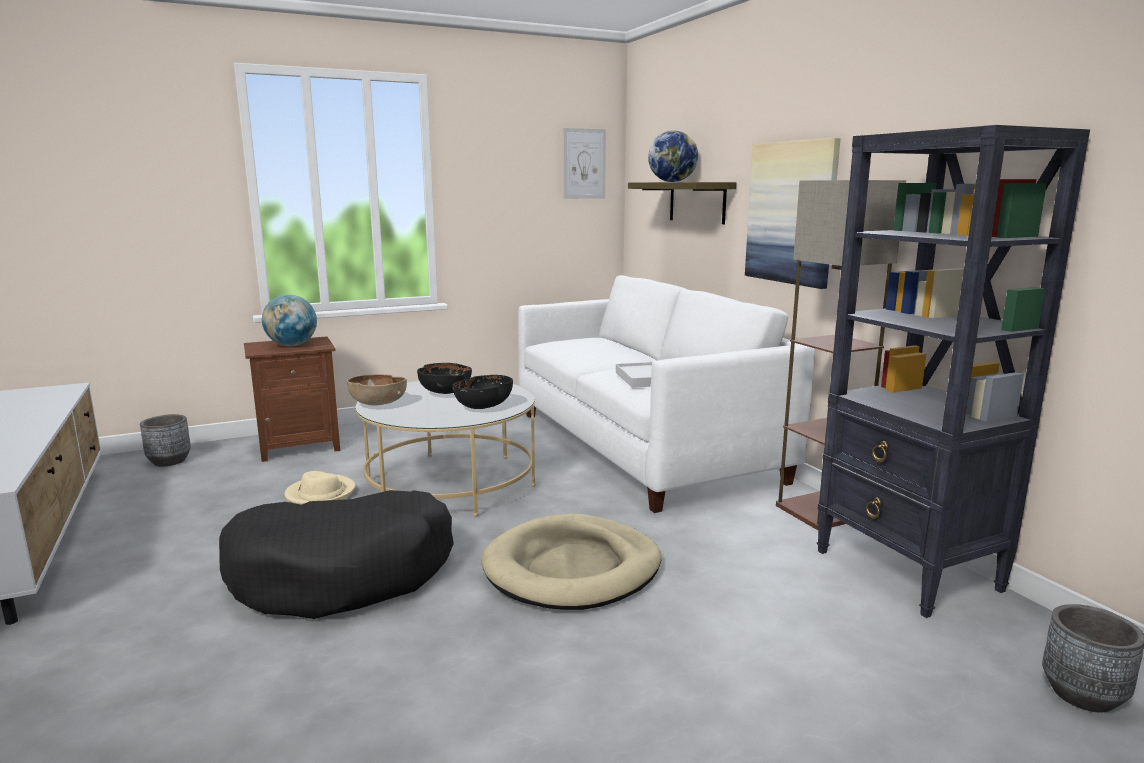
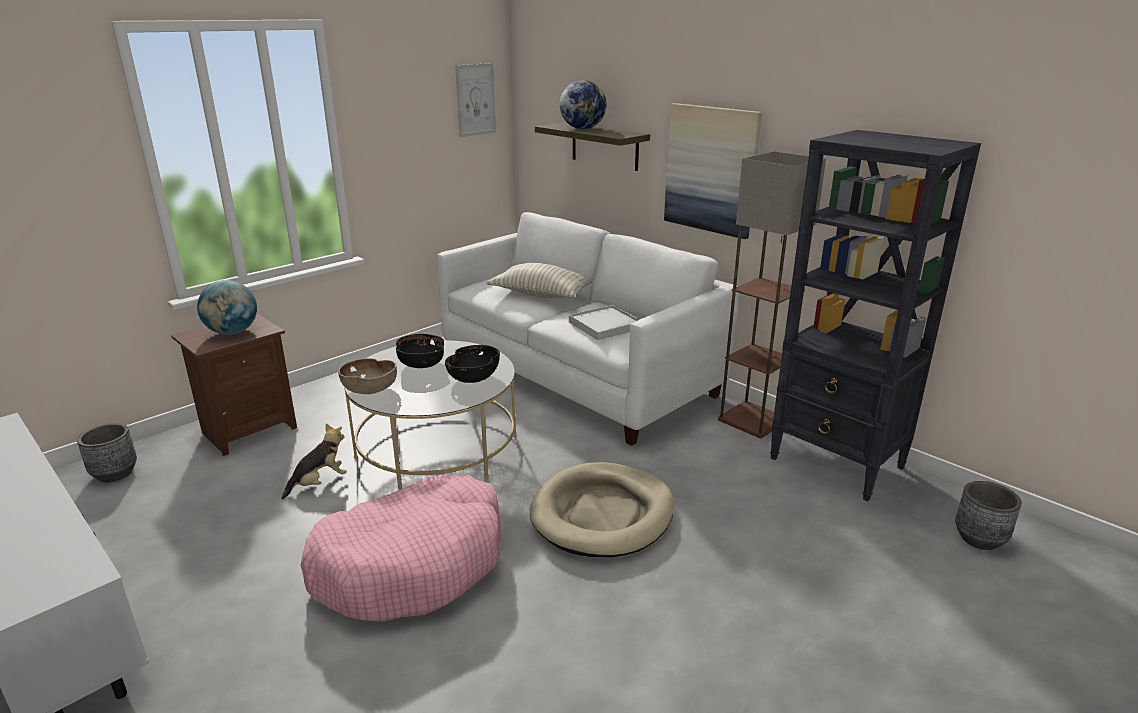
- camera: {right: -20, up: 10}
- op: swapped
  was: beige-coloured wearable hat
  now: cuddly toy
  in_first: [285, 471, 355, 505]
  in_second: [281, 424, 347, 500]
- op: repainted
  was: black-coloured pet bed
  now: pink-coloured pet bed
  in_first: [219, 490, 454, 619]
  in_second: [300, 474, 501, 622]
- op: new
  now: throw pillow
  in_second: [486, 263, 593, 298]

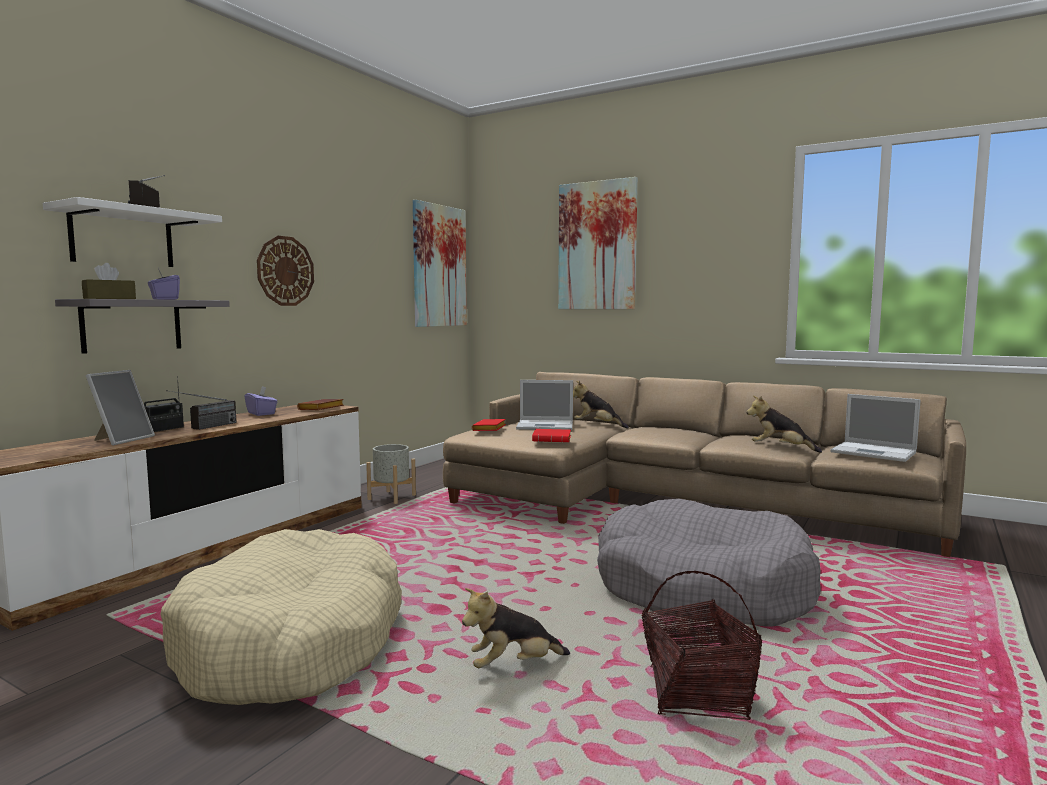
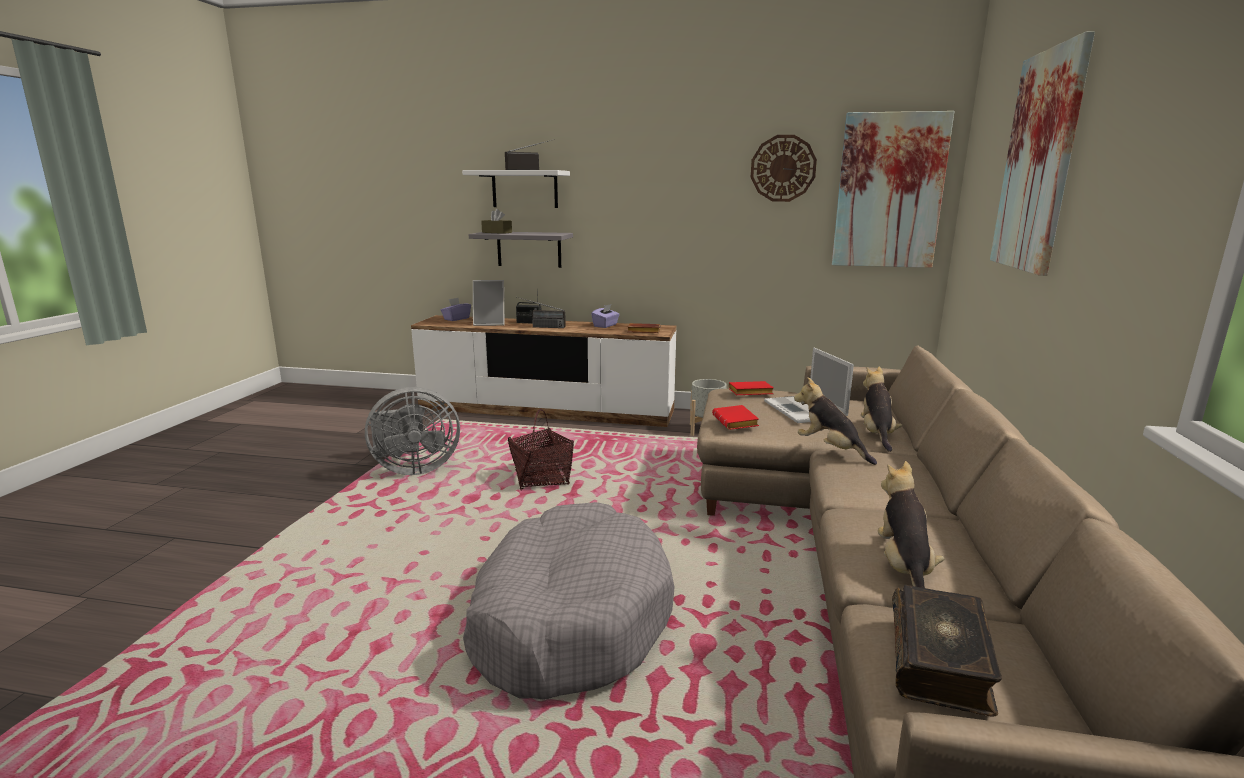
- camera: {right: 70, up: 10}
- op: swapped
  was: beige-coloured pet bed
  now: grey fan
  in_first: [160, 529, 402, 705]
  in_second: [365, 387, 460, 475]
- op: shifted
  was: purple tissue box
  in_first: [148, 268, 180, 300]
  in_second: [441, 298, 471, 321]
- op: shifted
  was: basket
  in_first: [642, 571, 762, 720]
  in_second: [508, 409, 574, 491]
- op: shifted
  was: clock on the wall
  in_first: [257, 236, 314, 306]
  in_second: [751, 135, 817, 202]
- op: shifted
  was: cuddly toy
  in_first: [462, 588, 570, 668]
  in_second: [794, 377, 877, 465]
- op: swapped
  was: portable computer
  now: bound book
  in_first: [831, 394, 921, 462]
  in_second: [892, 585, 1002, 717]

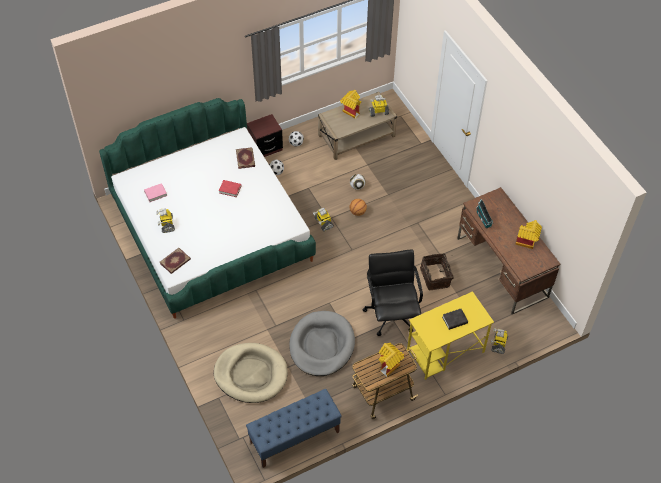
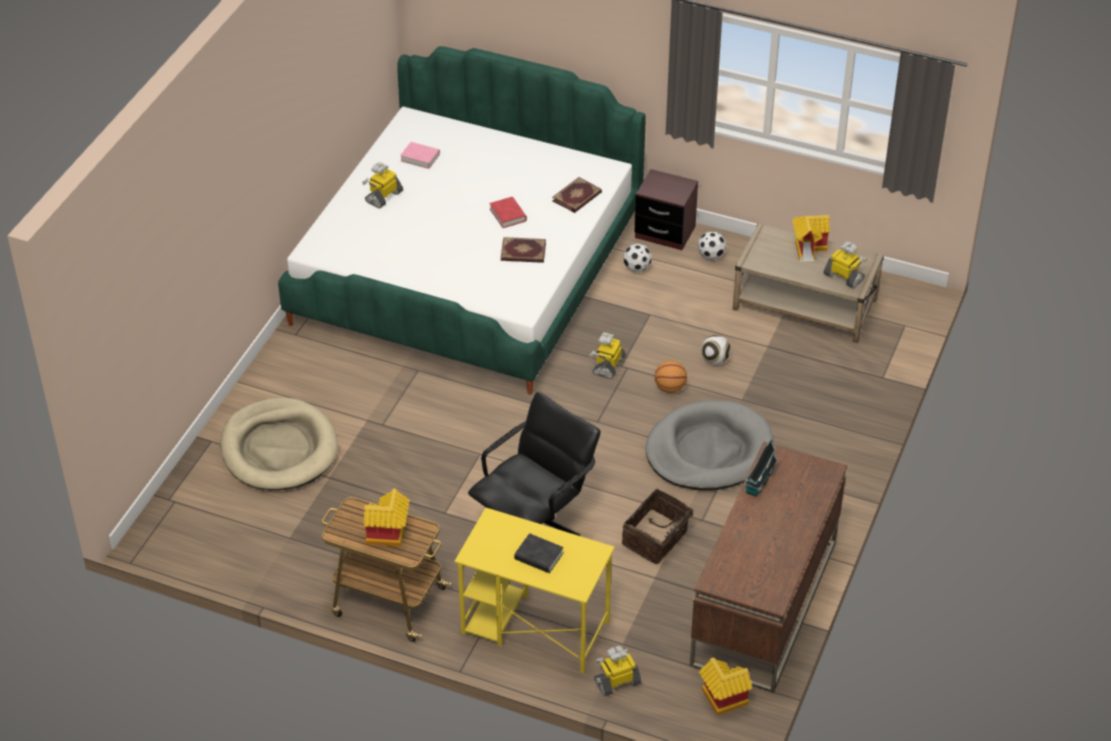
- camera: {right: 50, up: -10}
- op: shifted
  was: bound book
  in_first: [160, 248, 191, 274]
  in_second: [501, 237, 546, 263]
- op: shifted
  was: grey pet bed
  in_first: [289, 311, 355, 376]
  in_second: [646, 400, 774, 490]
- op: shifted
  was: model house
  in_first: [515, 220, 542, 249]
  in_second: [699, 658, 752, 715]
- op: gone
  was: blue long seat
  in_first: [246, 389, 342, 468]

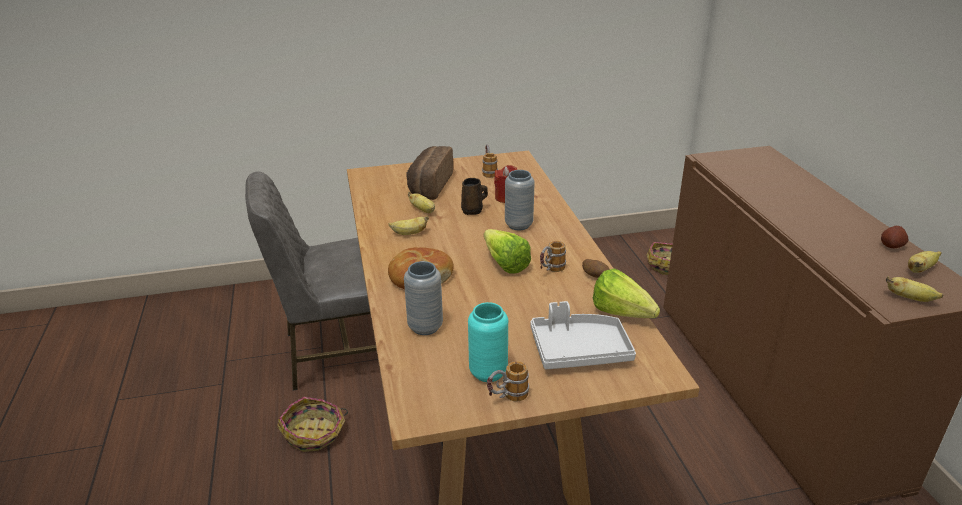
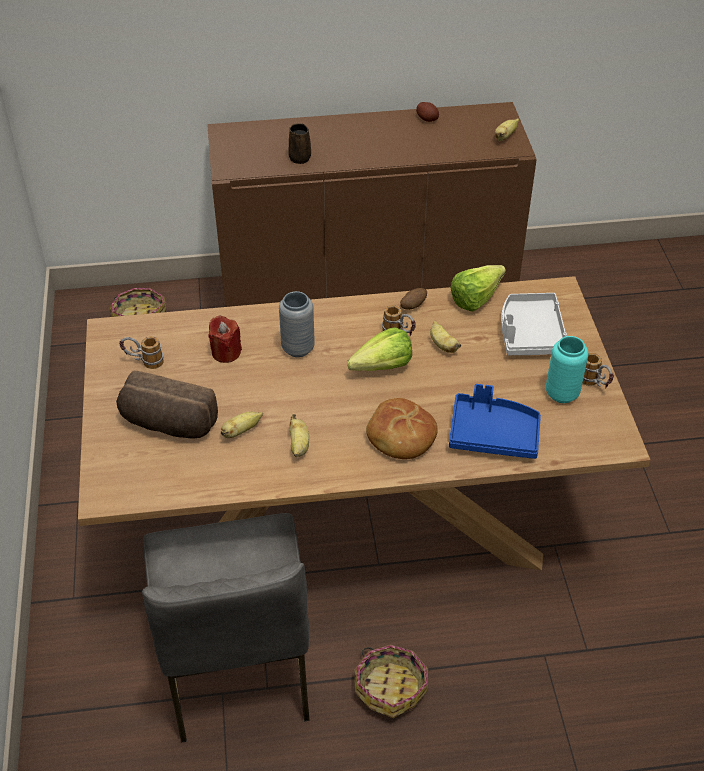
- camera: {right: -85, up: 15}
- op: shifted
  was: brown tea mug
  in_first: [461, 178, 488, 215]
  in_second: [288, 123, 311, 164]
- op: shifted
  was: banana fruit
  in_first: [908, 251, 942, 273]
  in_second: [430, 321, 461, 353]
- op: swapped
  was: grey vase
  now: blue serving tray
  in_first: [404, 261, 443, 335]
  in_second: [449, 384, 541, 459]

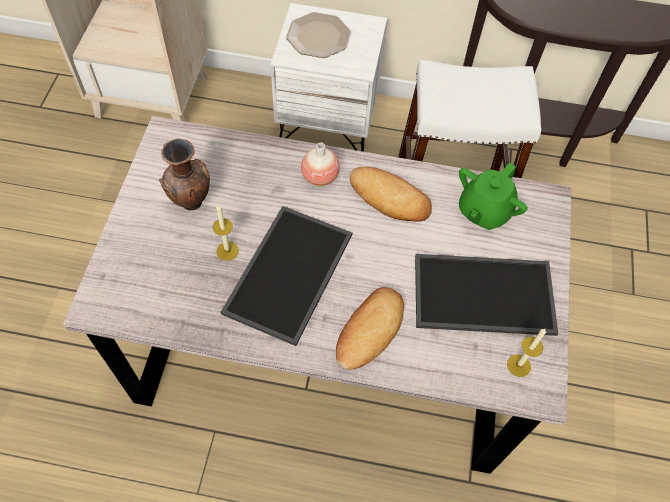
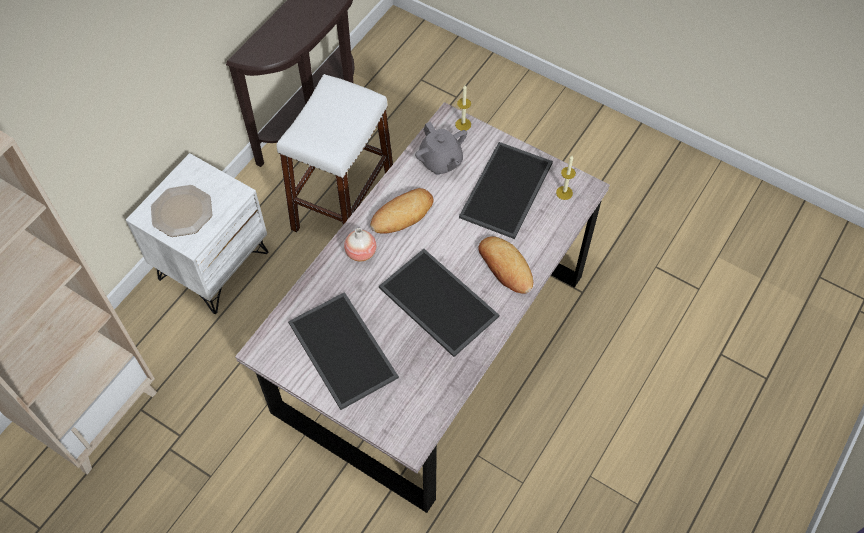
- camera: {right: -65, up: 0}
- op: swapped
  was: brown vase
  now: serving tray
  in_first: [159, 138, 210, 210]
  in_second: [288, 292, 399, 410]
- op: repainted
  was: green-coloured teapot
  now: grey teapot
  in_first: [459, 163, 528, 230]
  in_second: [415, 122, 467, 175]
- op: shifted
  was: wax candle
  in_first: [213, 205, 239, 261]
  in_second: [455, 86, 471, 131]

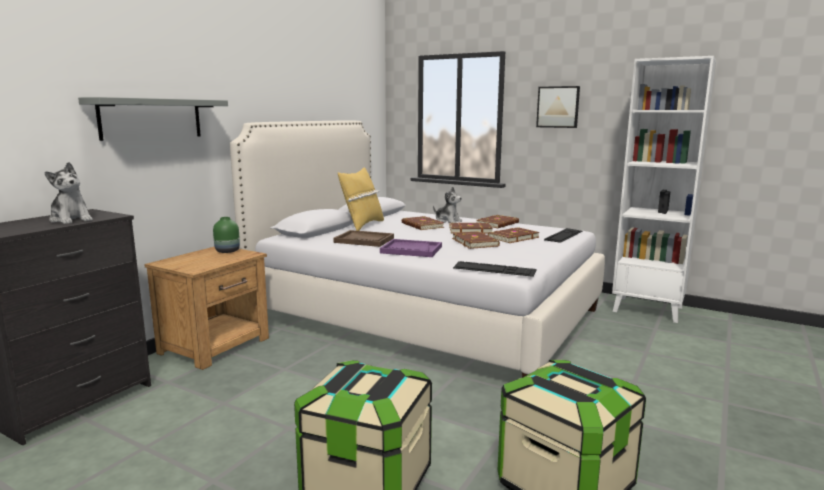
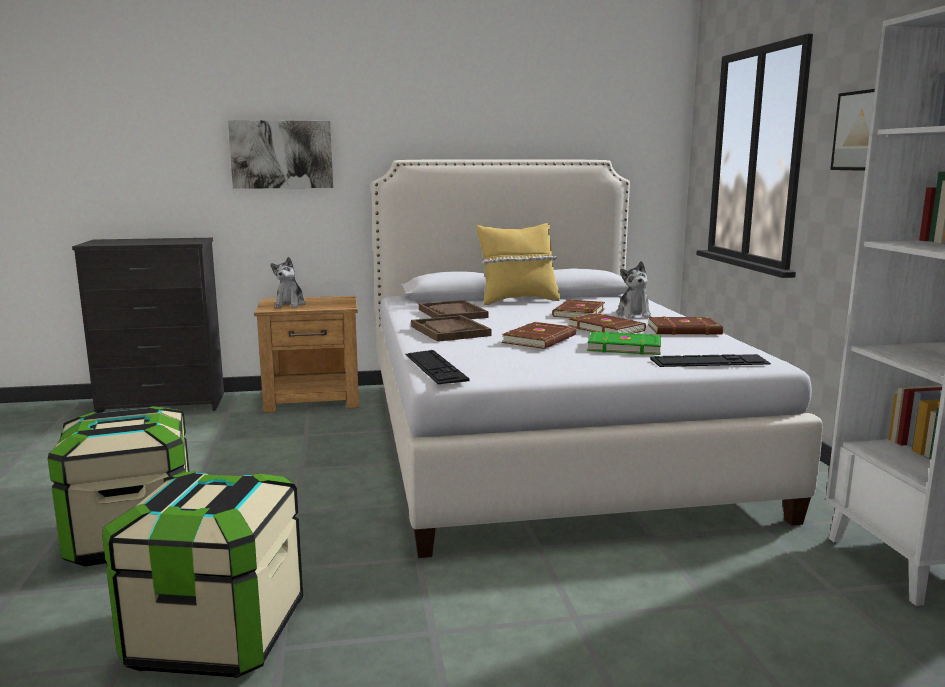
- camera: {right: 50, up: 0}
- op: swapped
  was: grey bracket shelf
  now: wall picture
  in_first: [78, 97, 228, 141]
  in_second: [228, 120, 333, 189]
- op: shifted
  was: cuddly toy
  in_first: [44, 162, 93, 224]
  in_second: [271, 257, 306, 308]
- op: repainted
  was: purple serving tray
  now: brown serving tray
  in_first: [380, 239, 442, 257]
  in_second: [411, 315, 491, 342]
- op: repainted
  was: brown bound book
  now: green-coloured bound book
  in_first: [488, 227, 540, 243]
  in_second: [587, 332, 661, 355]
- op: gone
  was: green-coloured vase
  in_first: [213, 217, 240, 253]

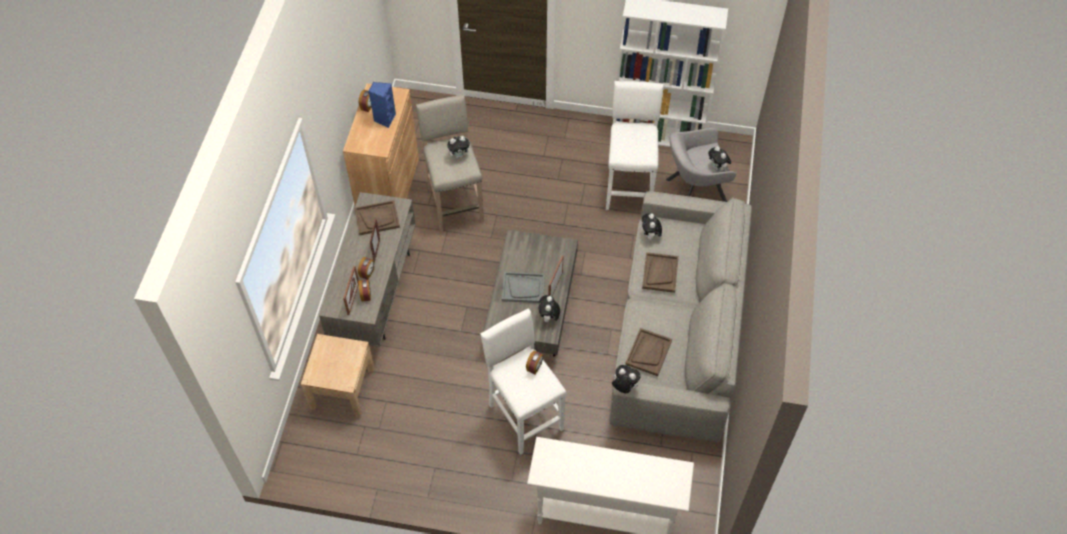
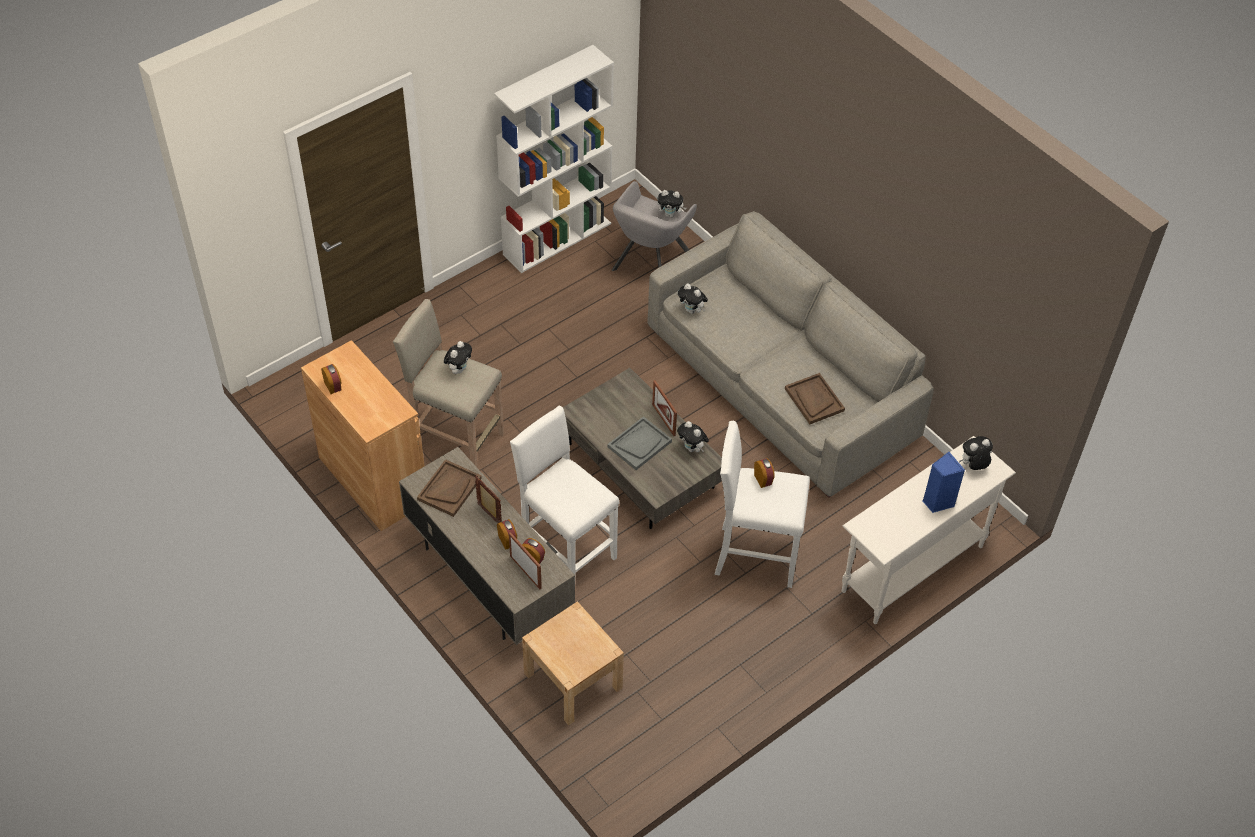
- camera: {right: -50, up: -5}
- op: shifted
  was: white stool
  in_first: [606, 81, 664, 210]
  in_second: [510, 406, 619, 575]
- op: shifted
  was: blue loudspeaker
  in_first: [369, 82, 396, 128]
  in_second: [923, 452, 965, 513]
- op: shifted
  was: cuddly toy
  in_first: [612, 365, 640, 393]
  in_second: [959, 436, 993, 470]
- op: gone
  was: brown serving tray
  in_first: [642, 252, 679, 293]

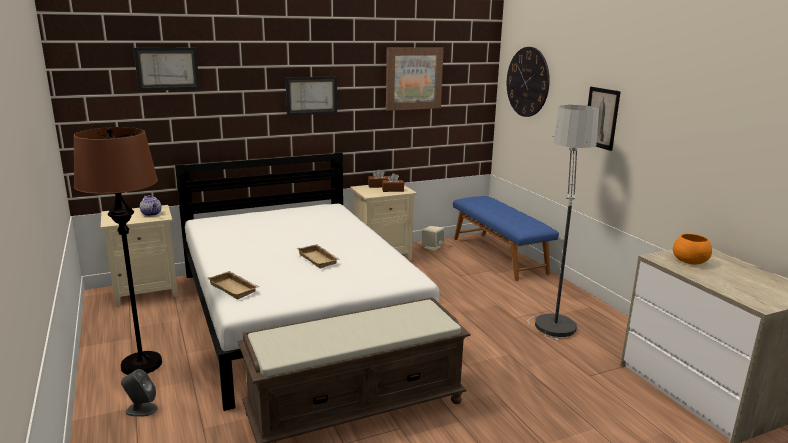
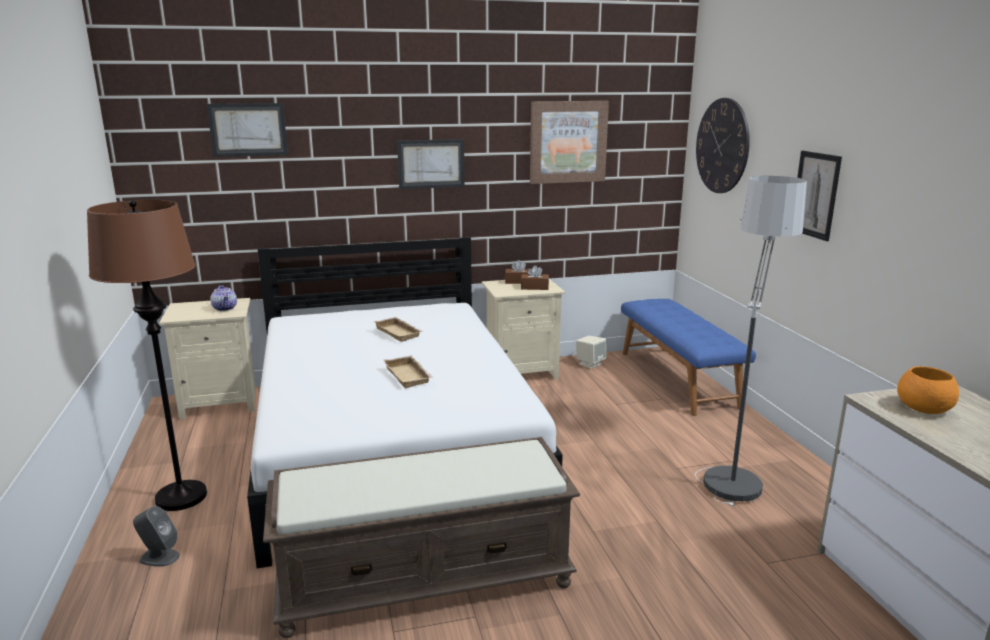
- camera: {right: 10, up: 0}
- op: shifted
  was: beige-coloured serving tray
  in_first: [208, 271, 259, 299]
  in_second: [373, 317, 424, 342]

